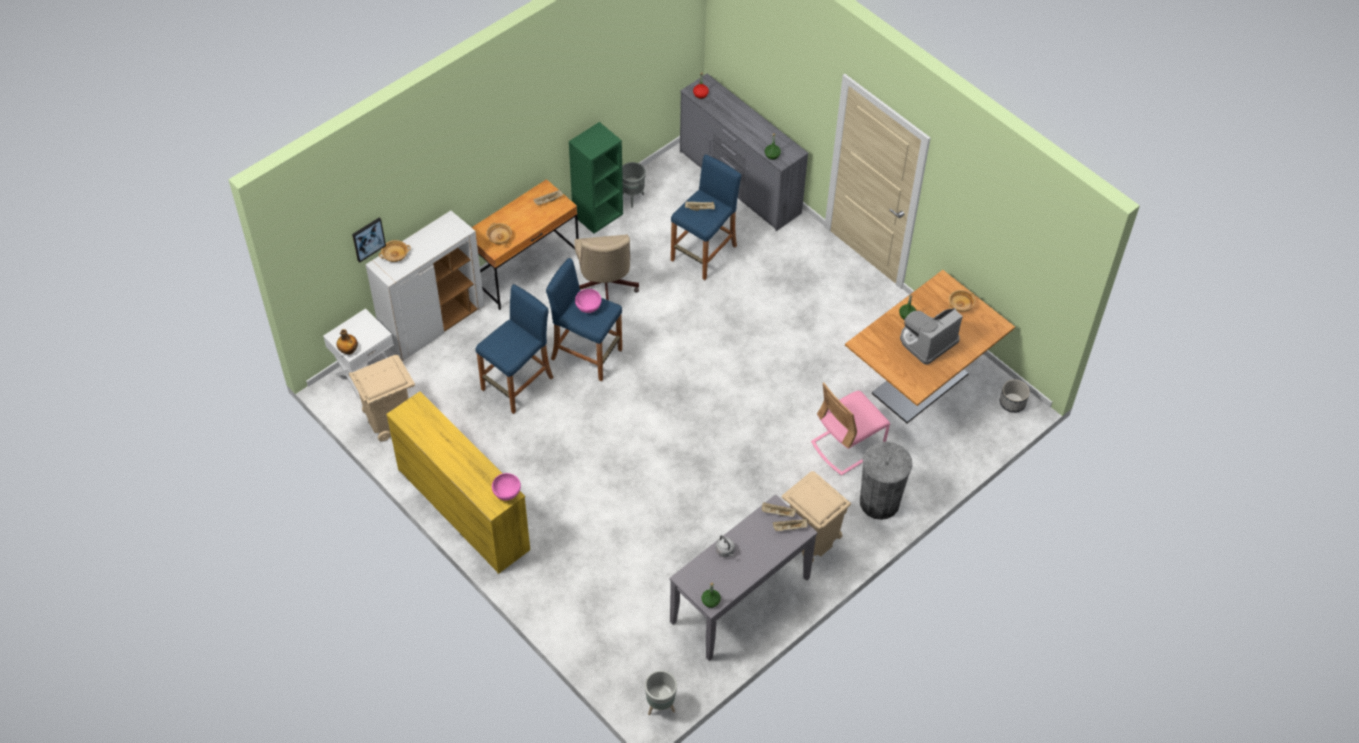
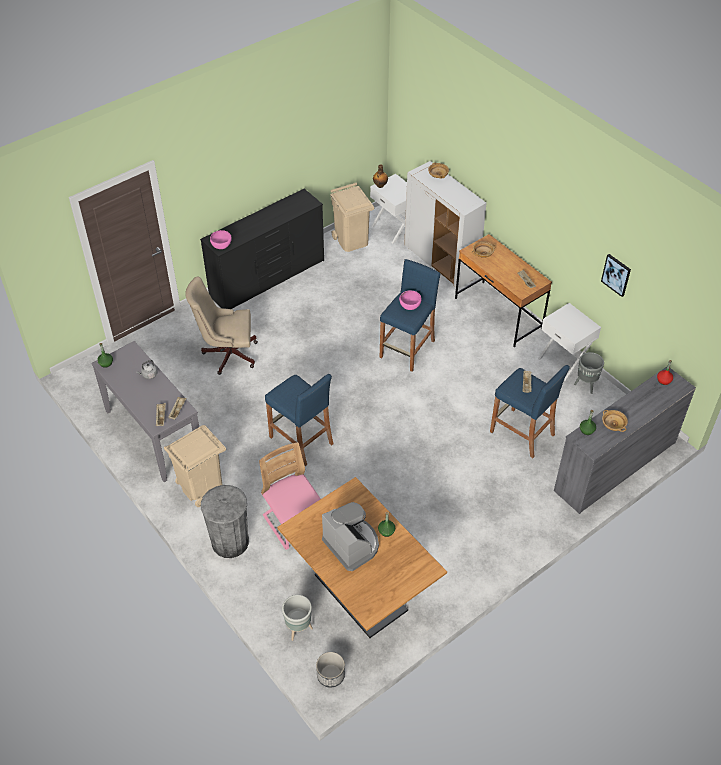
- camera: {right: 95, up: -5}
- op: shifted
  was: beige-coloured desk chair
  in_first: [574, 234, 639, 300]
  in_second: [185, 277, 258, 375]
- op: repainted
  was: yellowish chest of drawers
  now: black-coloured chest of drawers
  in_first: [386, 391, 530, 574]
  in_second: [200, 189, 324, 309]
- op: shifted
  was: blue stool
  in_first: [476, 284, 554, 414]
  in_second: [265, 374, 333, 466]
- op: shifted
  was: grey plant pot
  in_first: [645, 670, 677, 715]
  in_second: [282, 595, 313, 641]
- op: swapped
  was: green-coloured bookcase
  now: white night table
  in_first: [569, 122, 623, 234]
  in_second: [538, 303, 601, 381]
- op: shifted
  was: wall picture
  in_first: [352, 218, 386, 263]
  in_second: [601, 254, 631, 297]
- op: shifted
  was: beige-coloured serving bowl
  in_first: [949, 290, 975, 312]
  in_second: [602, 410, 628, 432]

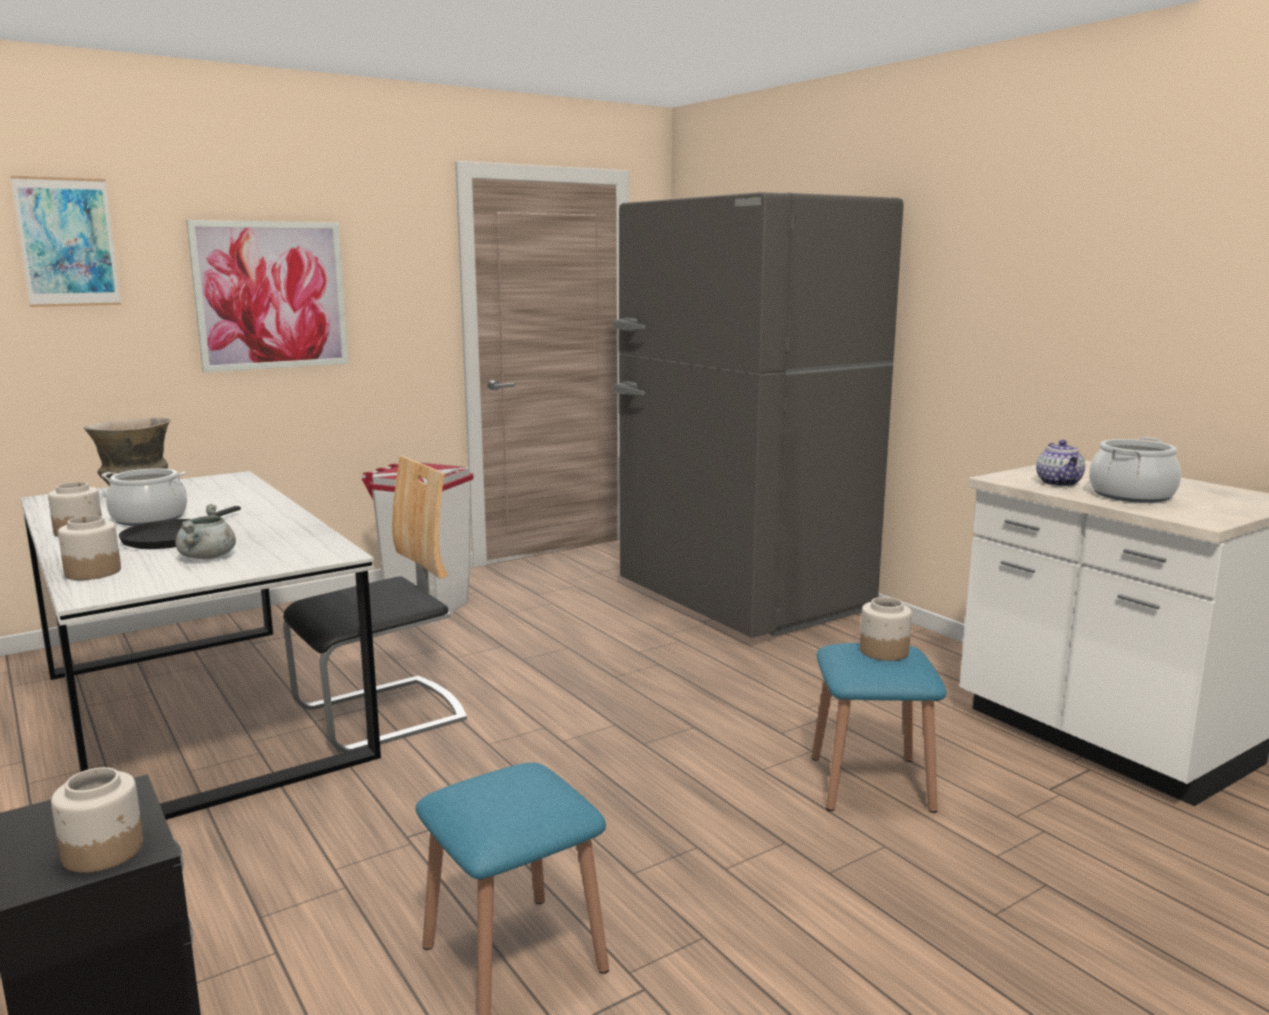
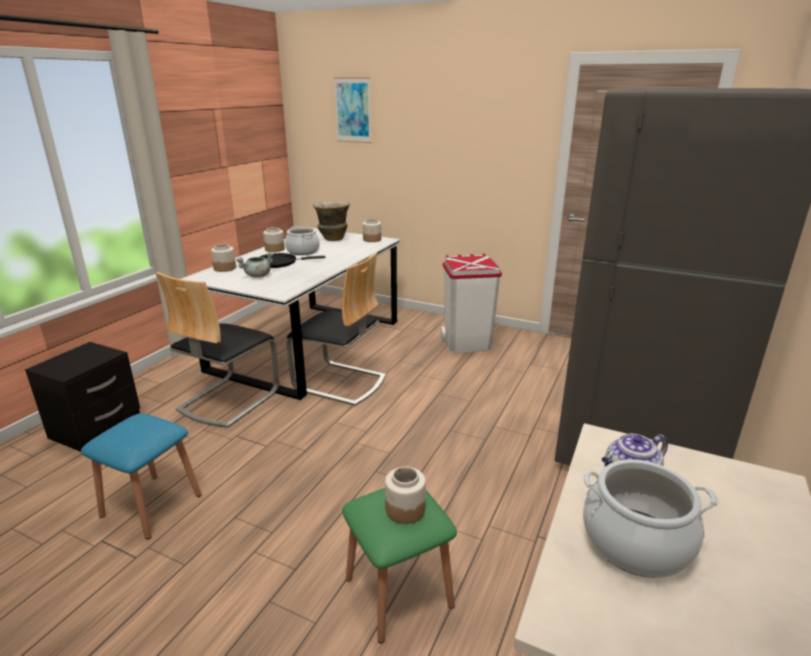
- camera: {right: 60, up: 10}
- op: new
  now: upright chair
  in_second: [156, 272, 279, 428]
- op: repainted
  was: blue stool
  now: green-coloured stool
  in_first: [811, 643, 946, 813]
  in_second: [342, 488, 457, 643]
- op: shifted
  was: storage jar
  in_first: [51, 767, 143, 873]
  in_second: [363, 219, 381, 242]
- op: gone
  was: wall picture
  in_first: [186, 220, 349, 372]

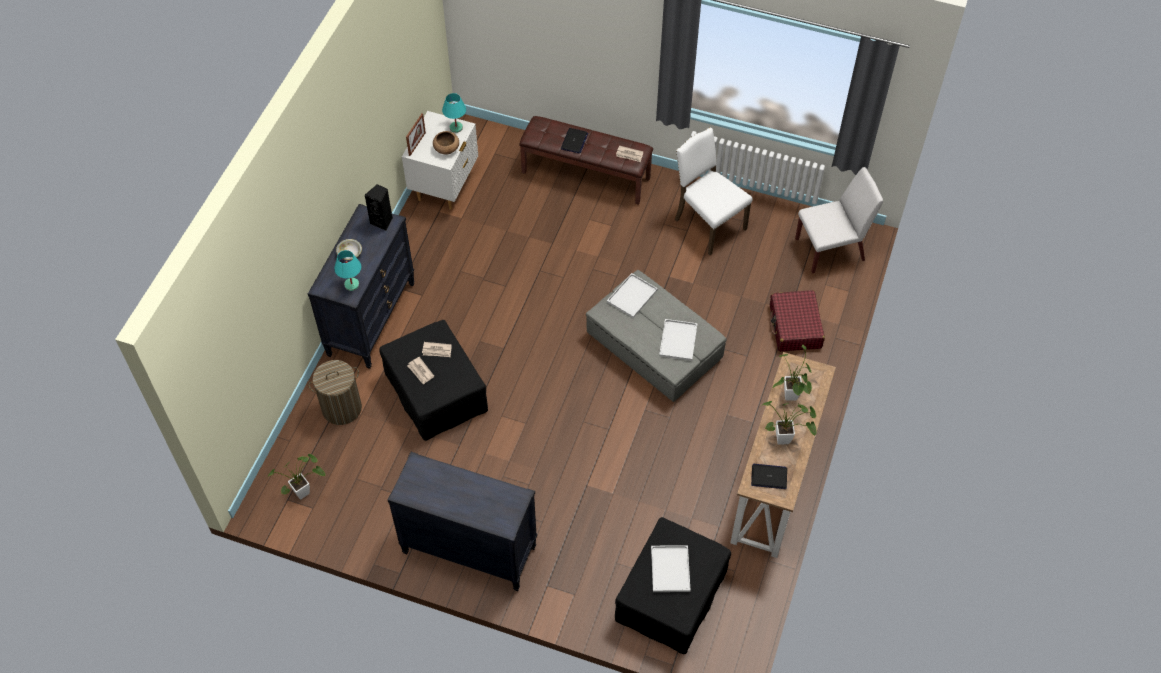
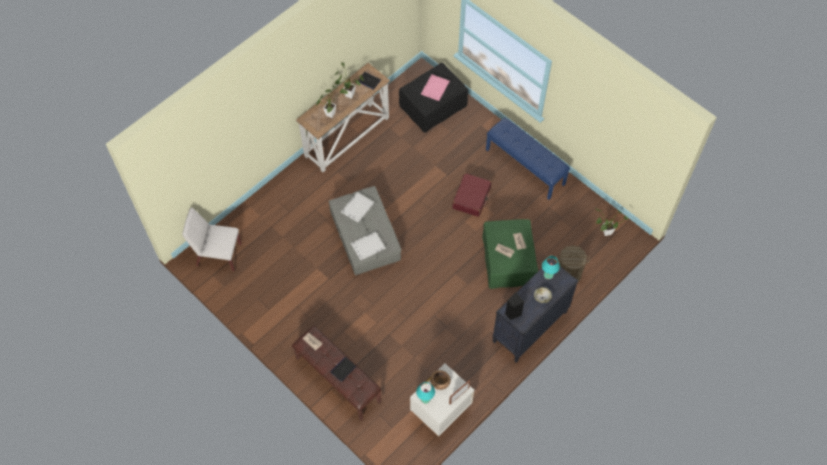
- camera: {right: -155, up: 5}
- op: repainted
  was: white serving tray
  now: pink-coloured serving tray
  in_first: [651, 545, 690, 592]
  in_second: [421, 74, 450, 101]
- op: shifted
  was: red-coloured suitcase
  in_first: [770, 290, 825, 352]
  in_second: [452, 173, 491, 217]
- op: repainted
  was: black-coloured footrest
  now: green-coloured footrest
  in_first: [379, 320, 488, 441]
  in_second: [482, 219, 538, 289]
- op: swapped
  was: black-coloured chest of drawers
  now: blue long seat
  in_first: [388, 452, 537, 591]
  in_second: [486, 118, 570, 200]
- op: gone
  was: white upright chair
  in_first: [675, 127, 753, 255]

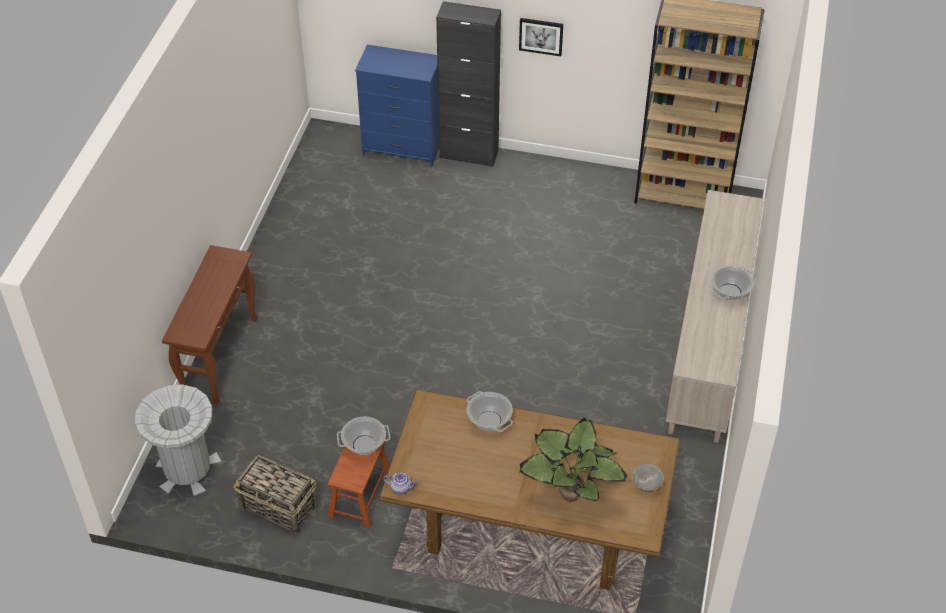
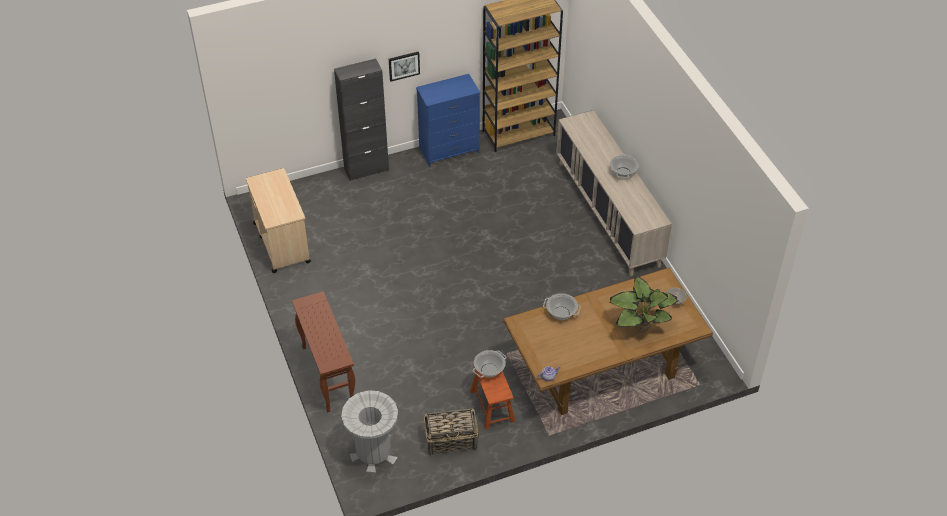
- camera: {right: -35, up: 0}
- op: new
  now: beige-coloured wheeled cart
  in_second: [246, 168, 311, 273]
- op: shifted
  was: blue chest of drawers
  in_first: [355, 45, 439, 167]
  in_second: [416, 74, 480, 167]

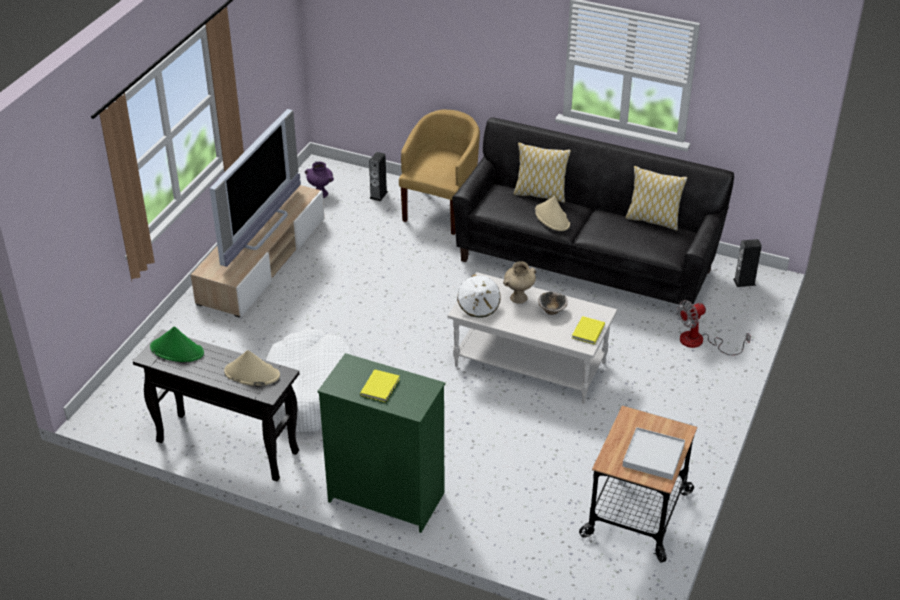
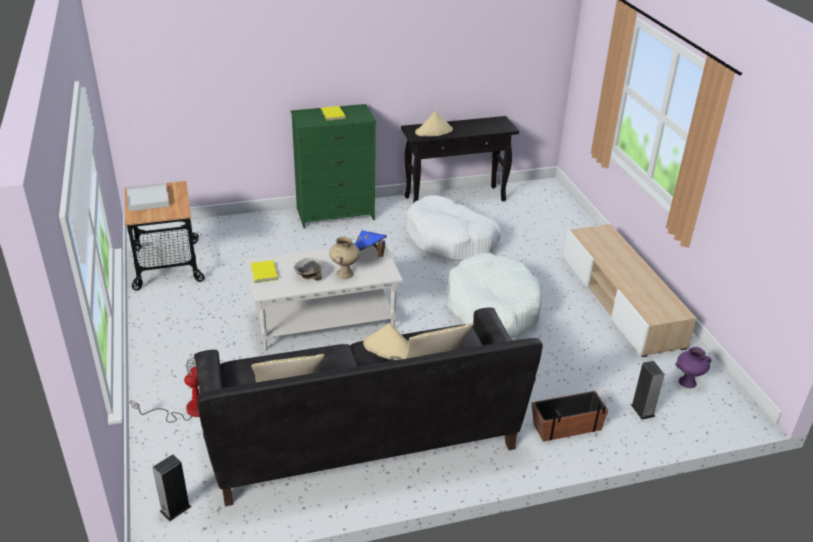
- camera: {right: 140, up: -5}
- op: repainted
  was: white wearable hat
  now: blue wearable hat
  in_first: [457, 274, 501, 318]
  in_second: [354, 230, 387, 257]
- op: new
  now: white pet bed
  in_second: [447, 253, 541, 338]
- op: swapped
  was: yellowish easy chair
  now: plant pot
  in_first: [399, 110, 480, 235]
  in_second: [531, 391, 609, 442]
- op: gone
  was: green-coloured wearable hat
  in_first: [150, 326, 204, 362]
- op: gone
  was: television
  in_first: [210, 109, 301, 267]

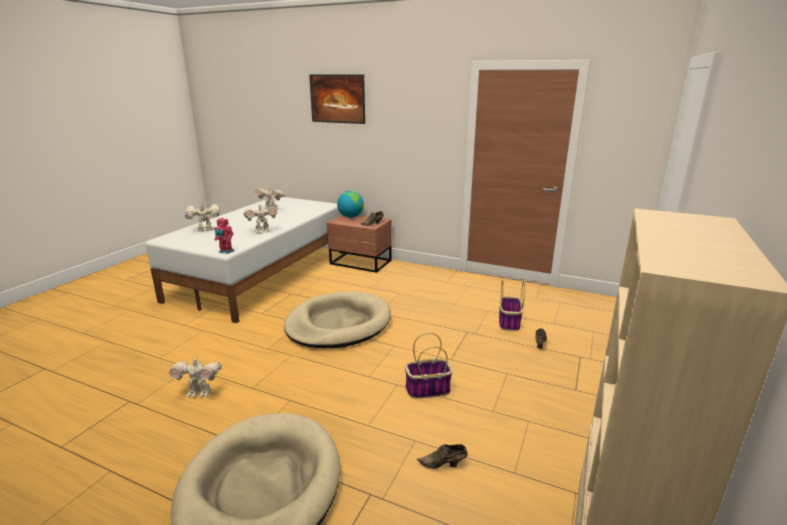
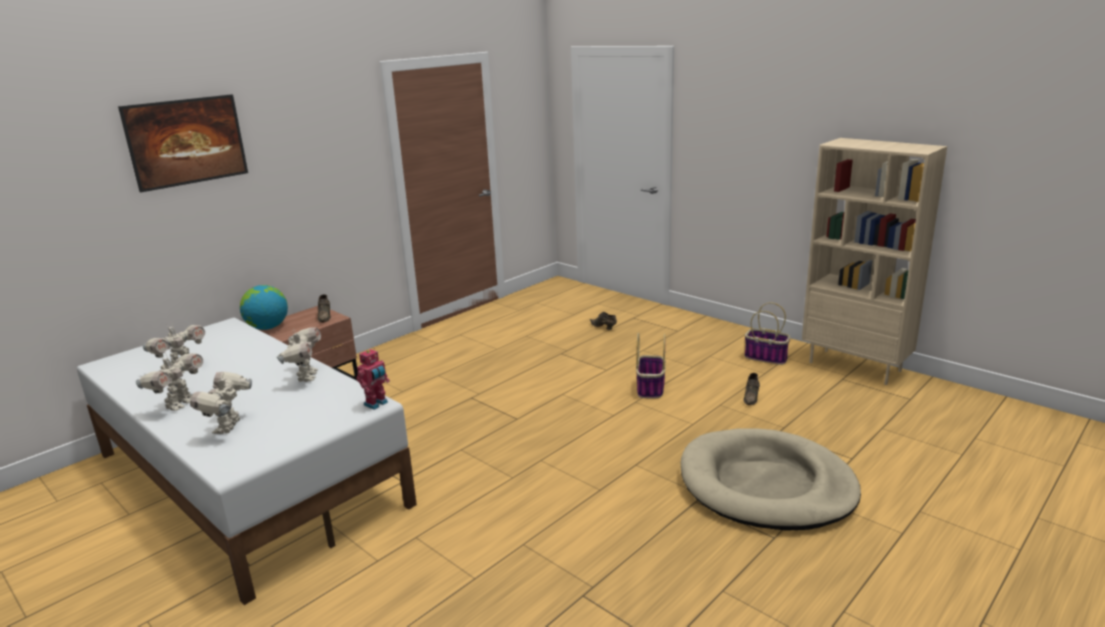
- camera: {right: -70, up: 0}
- op: shifted
  was: toy robot
  in_first: [169, 355, 222, 398]
  in_second: [136, 353, 203, 411]
- op: shifted
  was: basket
  in_first: [499, 279, 525, 331]
  in_second: [745, 303, 790, 365]
- op: gone
  was: beige-coloured pet bed
  in_first: [284, 292, 391, 348]

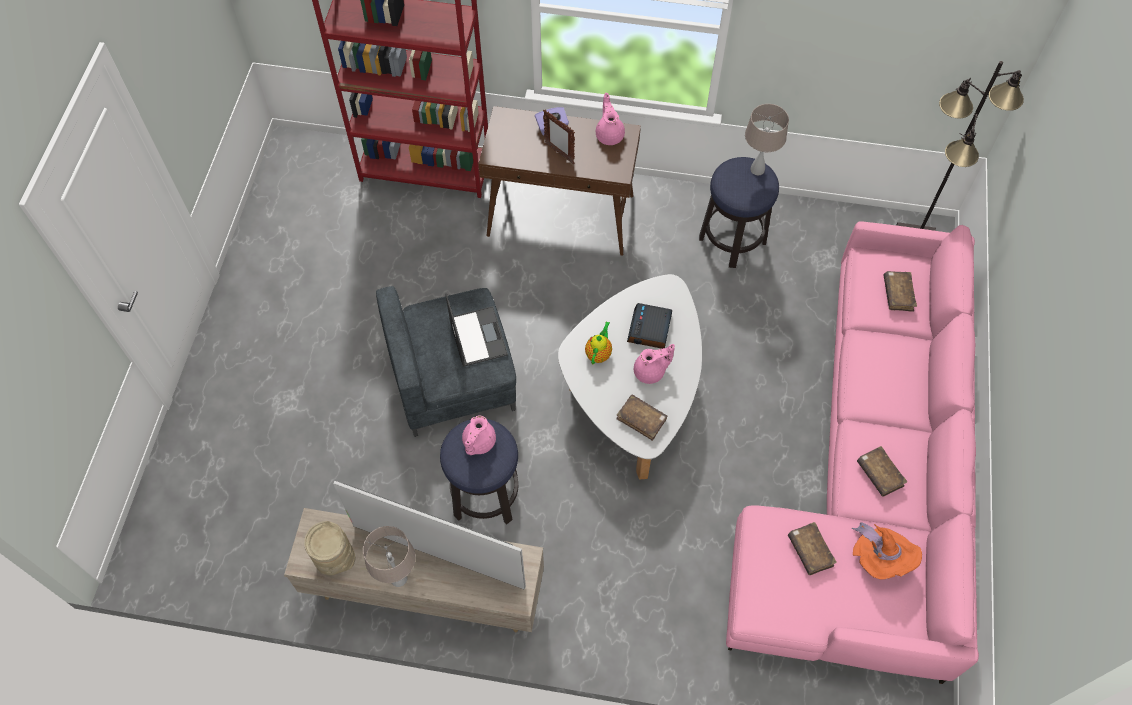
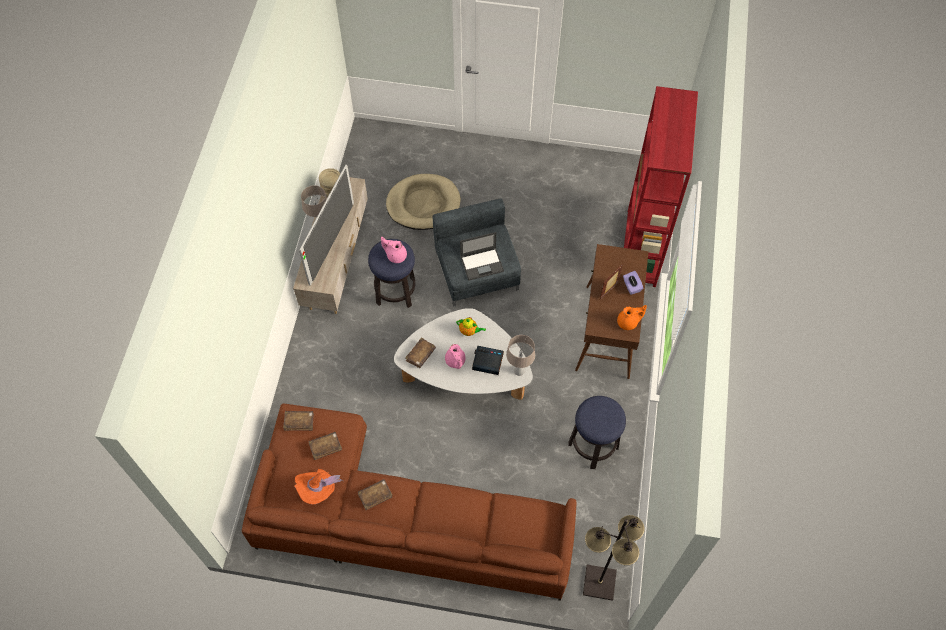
- camera: {right: 90, up: 0}
- op: repainted
  was: pink-coloured couch
  now: brown couch
  in_first: [726, 221, 979, 684]
  in_second: [242, 404, 576, 601]
- op: shifted
  was: brown bound book
  in_first: [883, 271, 917, 312]
  in_second: [283, 411, 314, 431]
- op: new
  now: beige-coloured pet bed
  in_second: [386, 174, 461, 230]
- op: shifted
  was: beige-coloured table lamp
  in_first: [745, 104, 789, 175]
  in_second: [506, 335, 535, 376]
- op: repainted
  was: pink-coloured teapot
  now: orange teapot
  in_first: [596, 93, 625, 145]
  in_second: [617, 305, 647, 330]

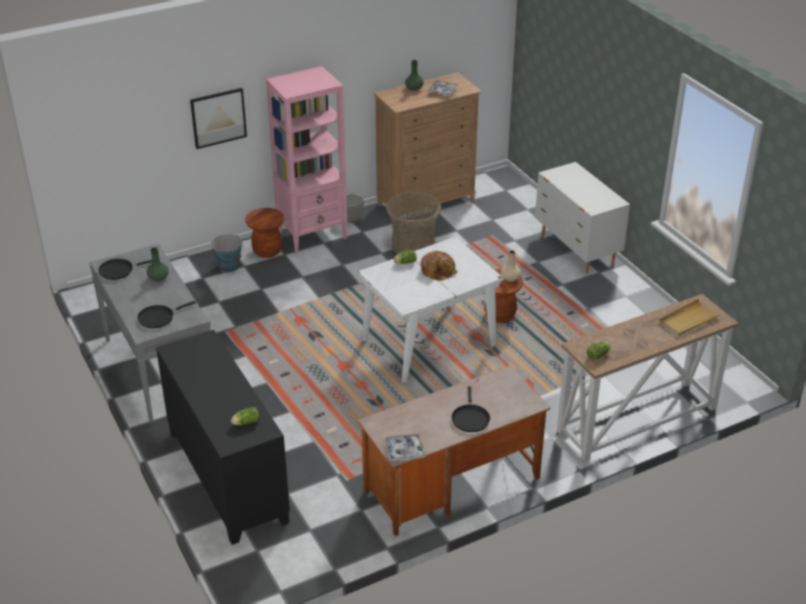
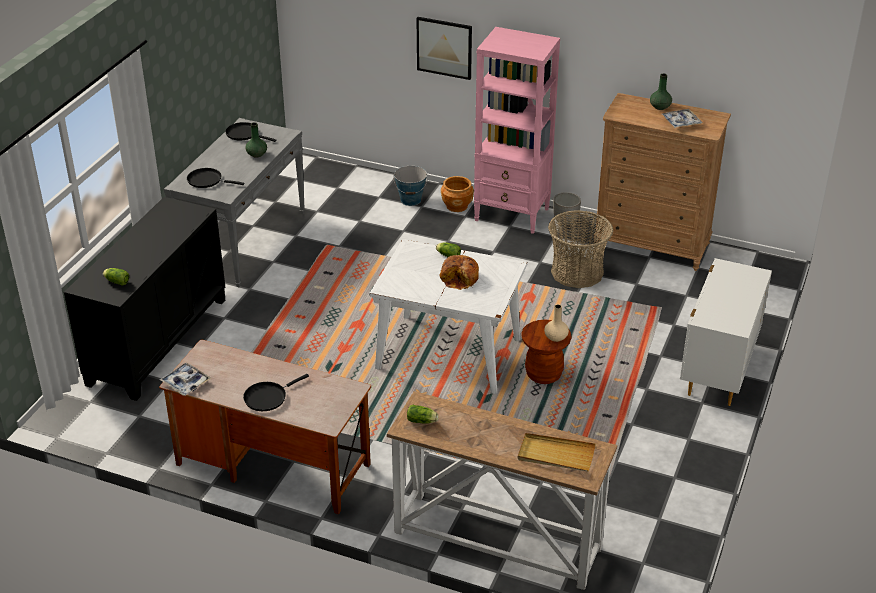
- camera: {right: 50, up: 0}
- op: swapped
  was: brown stool
  now: brown plant pot
  in_first: [245, 208, 284, 258]
  in_second: [441, 176, 474, 212]

